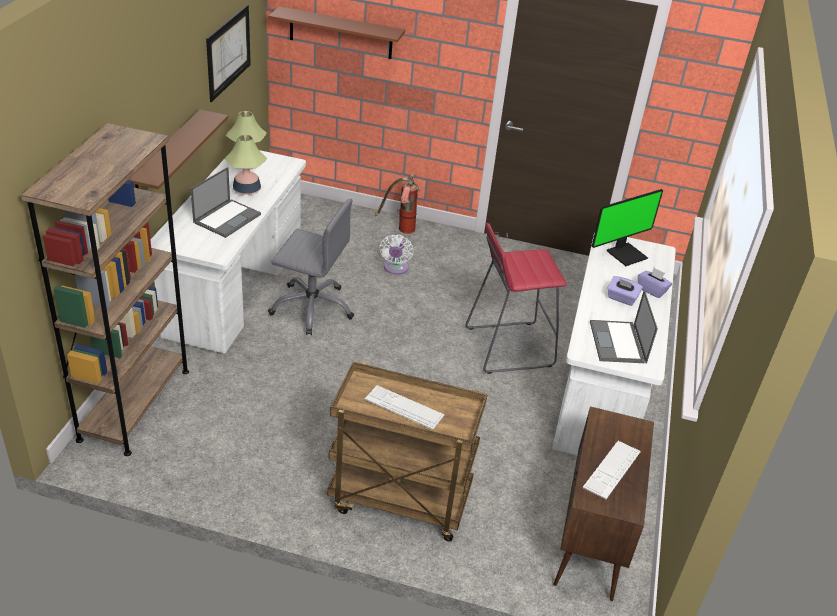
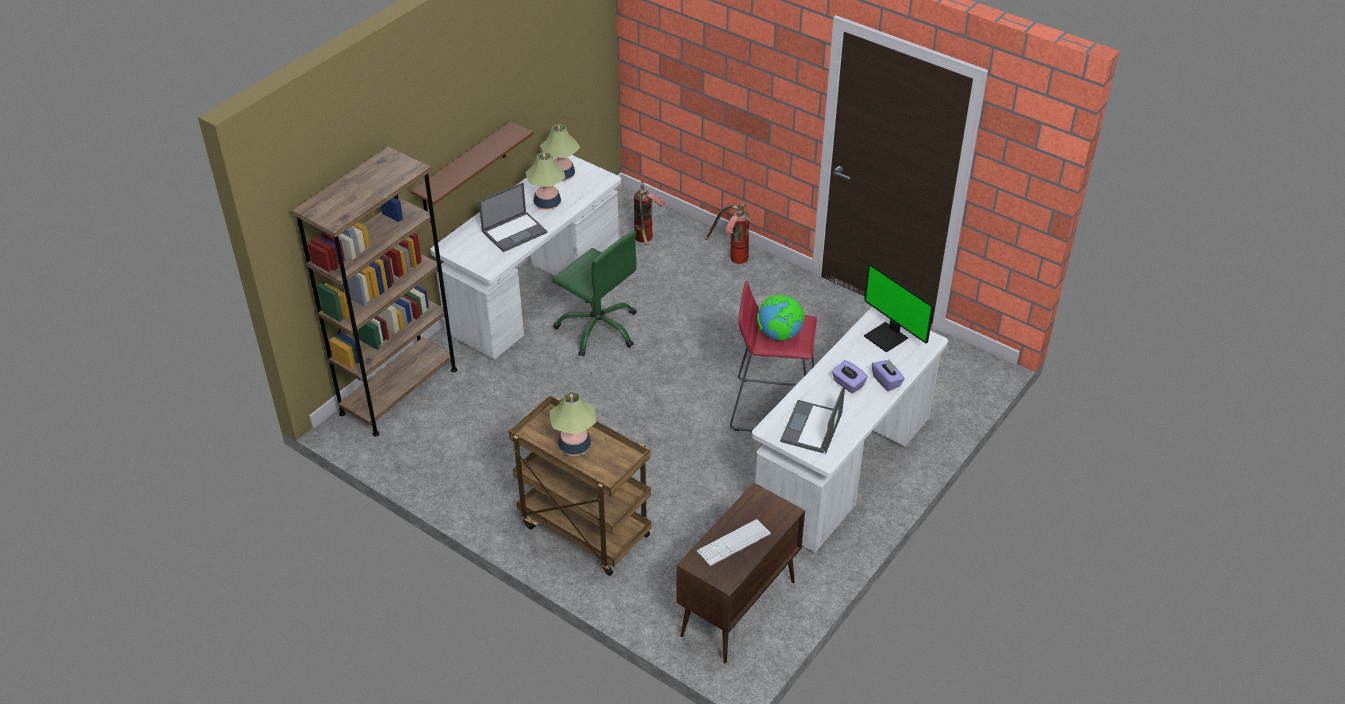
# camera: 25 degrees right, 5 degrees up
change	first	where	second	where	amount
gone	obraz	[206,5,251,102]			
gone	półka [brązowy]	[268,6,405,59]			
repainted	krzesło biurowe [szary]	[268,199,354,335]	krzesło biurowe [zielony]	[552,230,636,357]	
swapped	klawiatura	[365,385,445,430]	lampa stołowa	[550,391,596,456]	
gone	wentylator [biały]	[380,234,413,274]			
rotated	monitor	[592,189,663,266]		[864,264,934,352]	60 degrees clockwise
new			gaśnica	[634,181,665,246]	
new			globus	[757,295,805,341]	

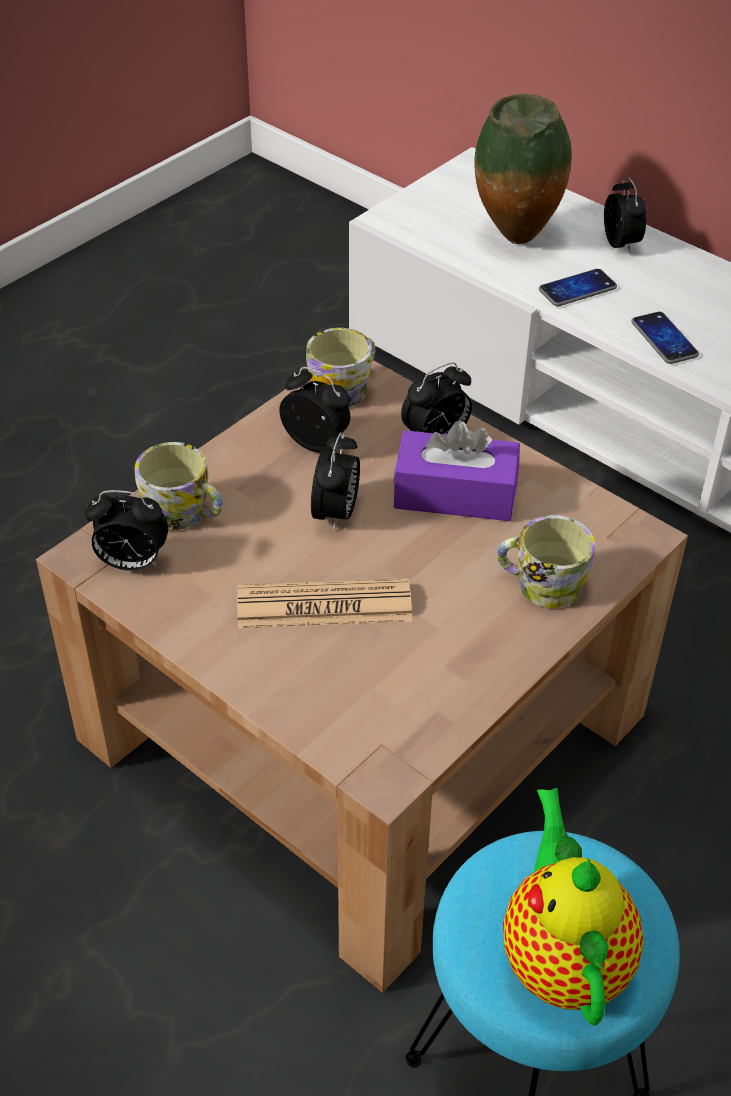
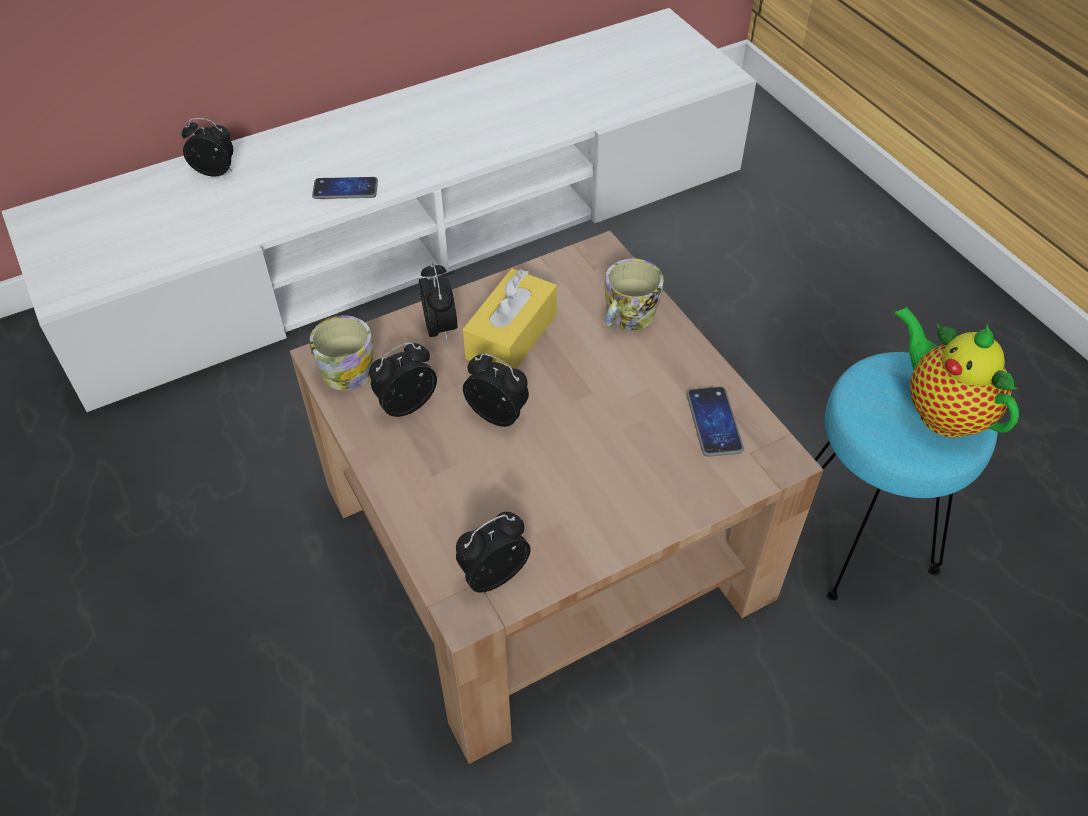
# camera: 70 degrees left, 5 degrees up
change	first	where	second	where	amount
rotated	budzik	[85,490,168,571]		[456,512,531,592]	150 degrees counterclockwise
gone	kubek	[135,442,223,530]			
gone	gazeta	[237,578,412,628]			
repainted	pudełko chusteczek [fioletowy]	[394,420,520,521]	pudełko chusteczek [żółty]	[463,268,557,369]	
gone	wazon	[474,94,572,244]			
rotated	imbryk	[503,788,644,1026]		[894,307,1019,438]	45 degrees clockwise
shifted	telefon	[539,269,617,306]		[687,386,744,457]	

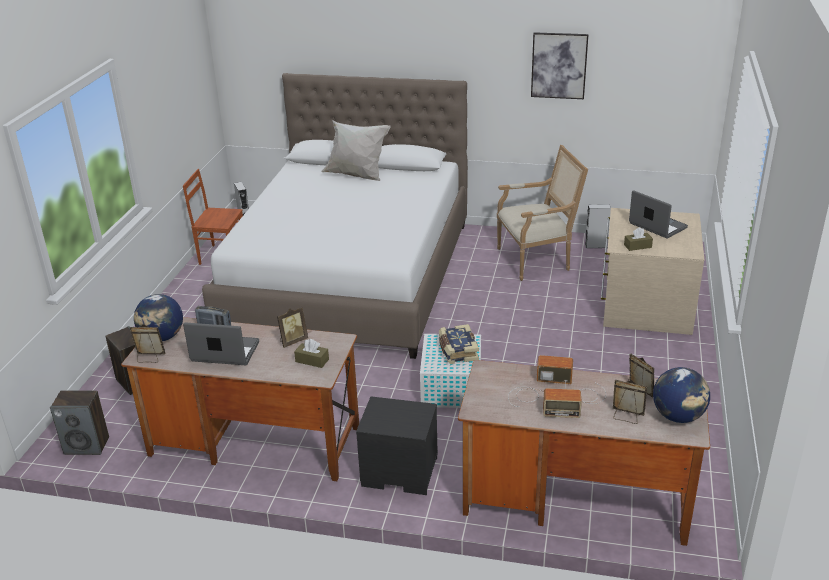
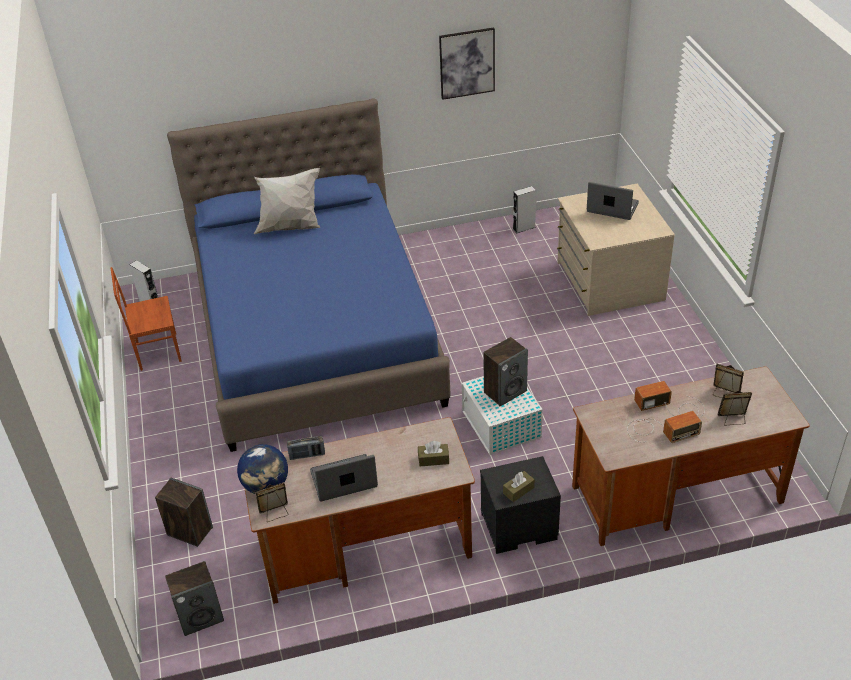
# camera: 25 degrees left, 10 degrees up
change	first	where	second	where	amount
repainted	łóżko [biały]	[202,73,468,359]	łóżko [niebieski]	[167,99,450,452]	
gone	ramka na zdjęcie	[277,307,308,348]			
swapped	książka	[439,324,479,364]	głośnik	[483,337,528,406]	
gone	fotel	[497,145,588,281]			
shifted	pudełko chusteczek [brązowy]	[624,227,653,251]		[503,471,535,502]	
gone	globus	[653,367,710,423]			

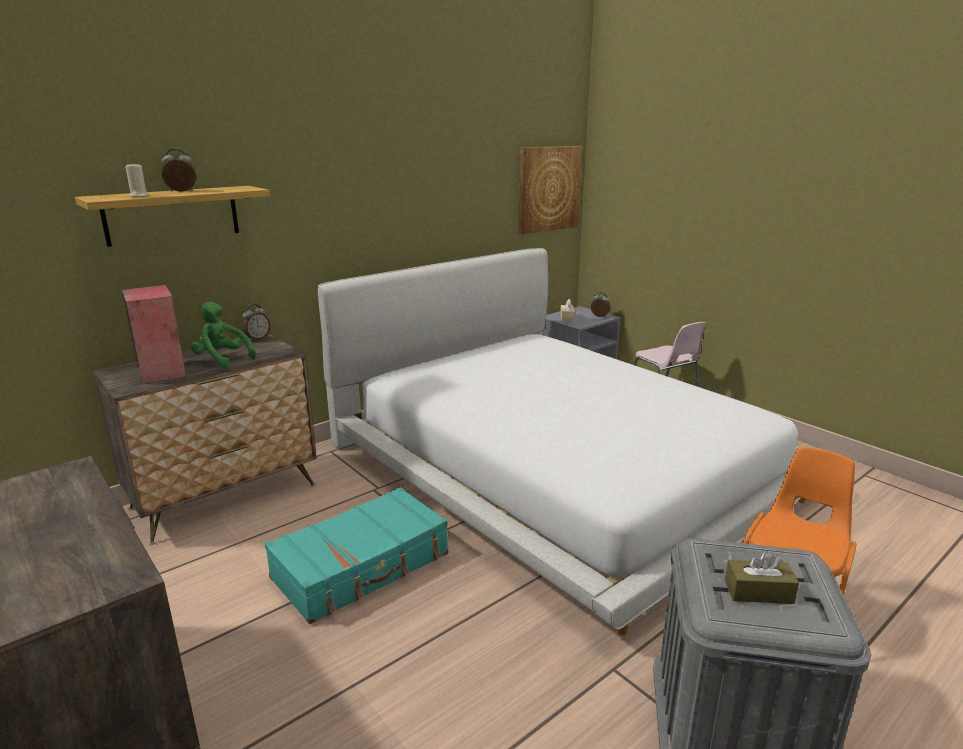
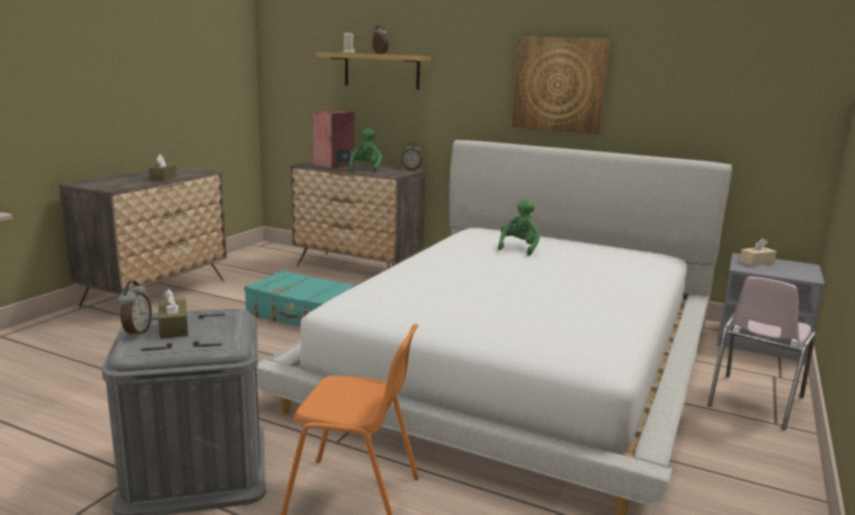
# camera: 65 degrees right, 5 degrees down
change	first	where	second	where	amount
shifted	obraz	[518,146,583,234]		[512,36,610,134]	
shifted	budzik	[591,292,611,317]		[118,281,152,338]	
new			pudełko chusteczek [brązowy]	[148,154,176,181]	
new			pluszak [zielony]	[498,199,540,256]	

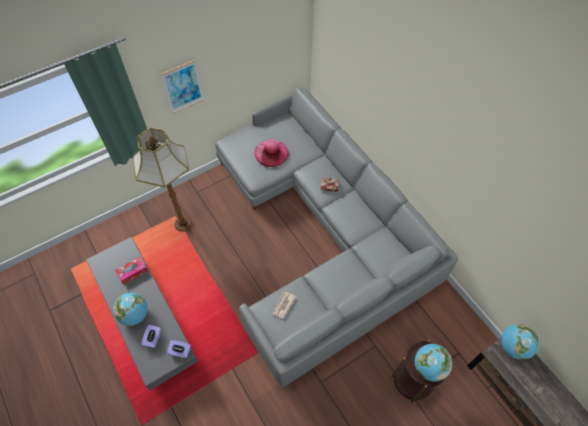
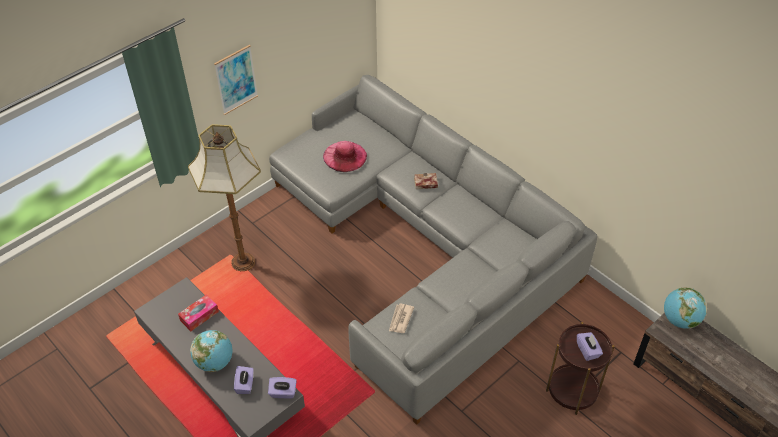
# camera: 10 degrees left, 10 degrees down
change	first	where	second	where	amount
swapped	globus	[415,344,452,382]	pudełko chusteczek [fioletowy]	[577,332,603,361]	

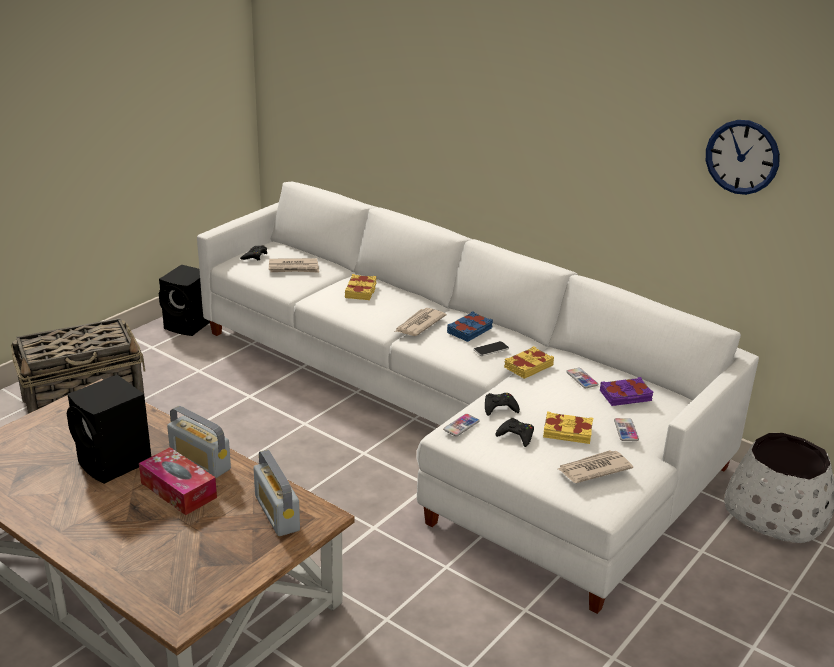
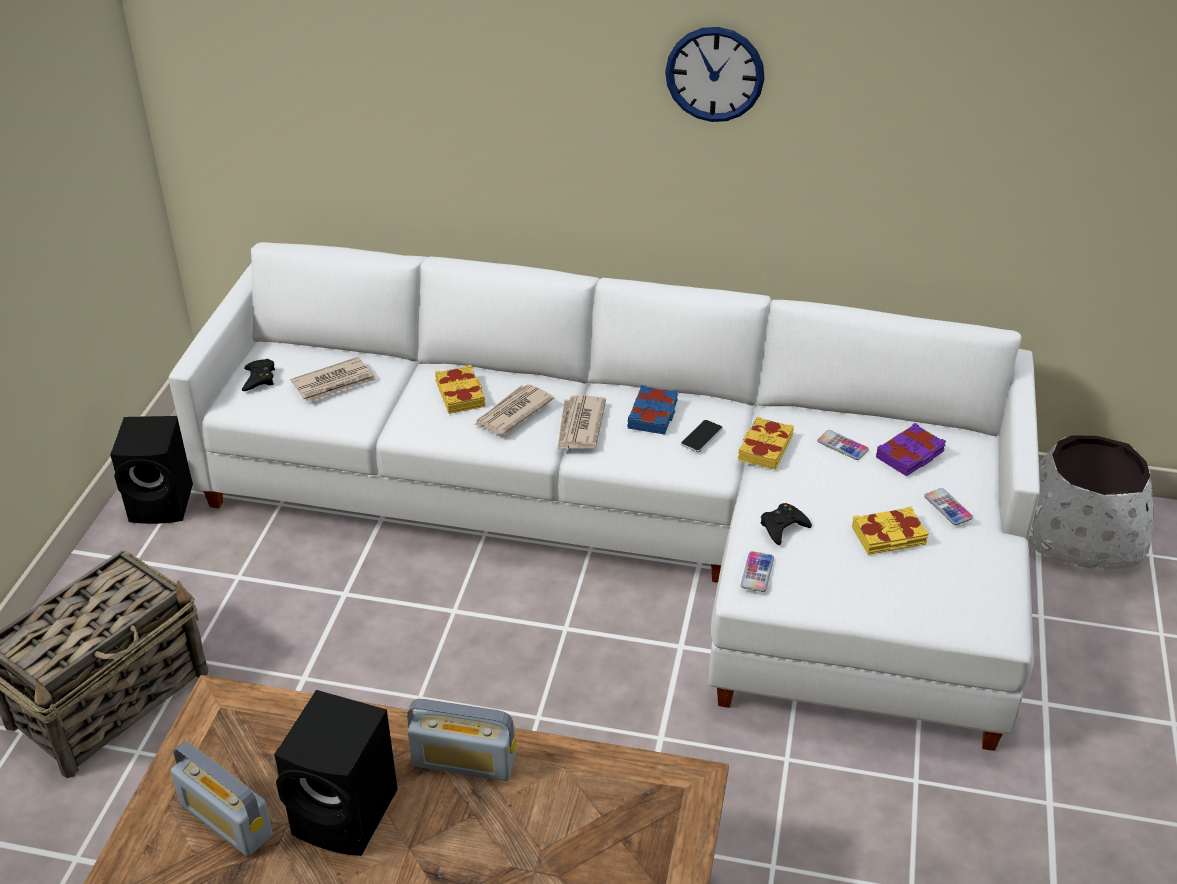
# camera: 25 degrees left, 10 degrees up
change	first	where	second	where	amount
gone	pudełko chusteczek	[139,447,217,515]			
shifted	radio	[254,450,300,536]		[171,741,273,857]	
gone	pad do gier [czarny]	[496,418,534,447]			
shifted	gazeta	[558,450,633,483]		[475,384,554,435]	
shifted	zegar ścienny	[706,120,780,195]		[665,27,765,122]	

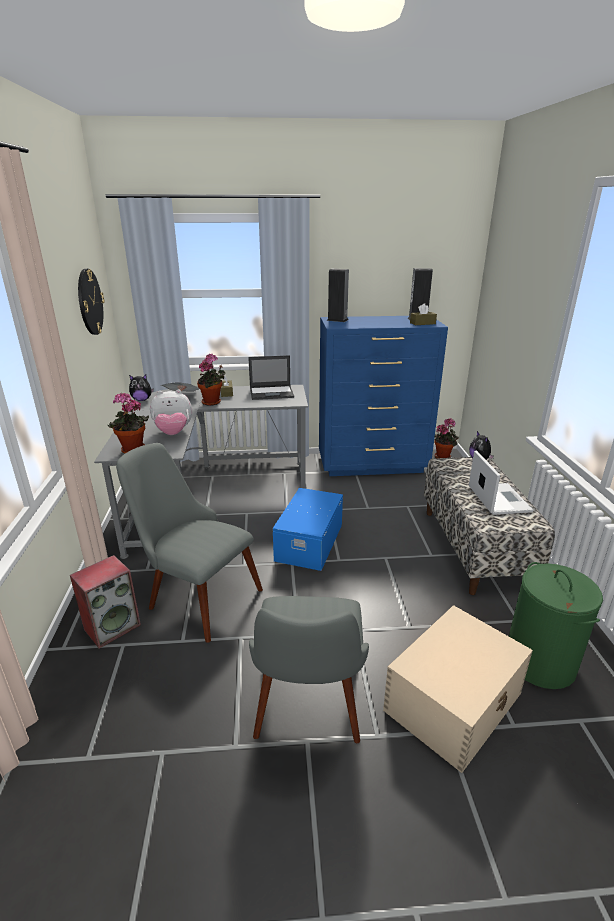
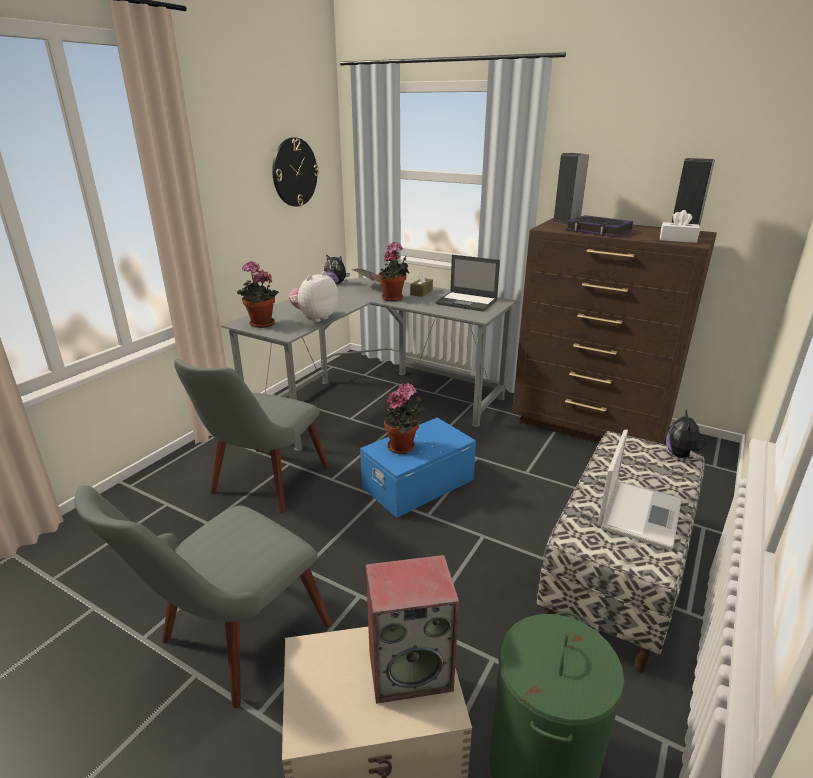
# camera: 35 degrees right, 0 degrees up
change	first	where	second	where	amount
shifted	głośnik	[70,555,141,648]		[366,555,459,704]	
rotated	krzesło [szary]	[116,443,263,643]		[174,358,329,513]	135 degrees counterclockwise
rotated	pluszak	[150,390,192,435]		[288,271,339,322]	105 degrees clockwise
repainted	komoda [niebieski]	[319,316,448,476]	komoda [brązowy]	[512,218,717,444]	
repainted	pudełko chusteczek [brązowy]	[410,303,437,325]	pudełko chusteczek [biały]	[660,210,700,243]	
shifted	roślina doniczkowa	[434,418,459,458]		[384,383,425,454]	
new			książka	[566,215,633,237]	

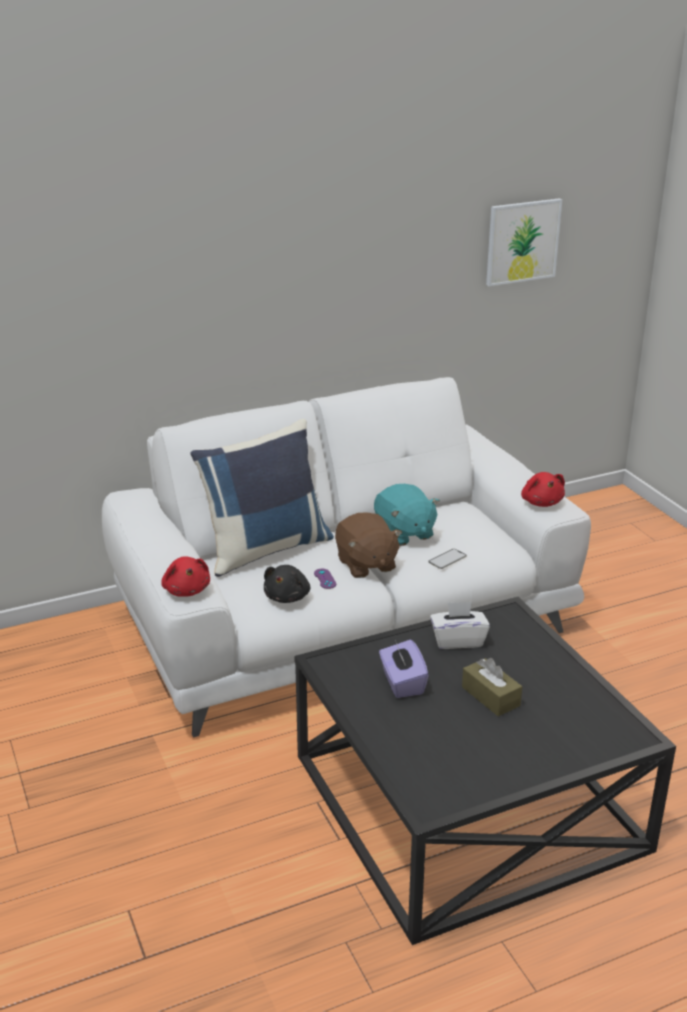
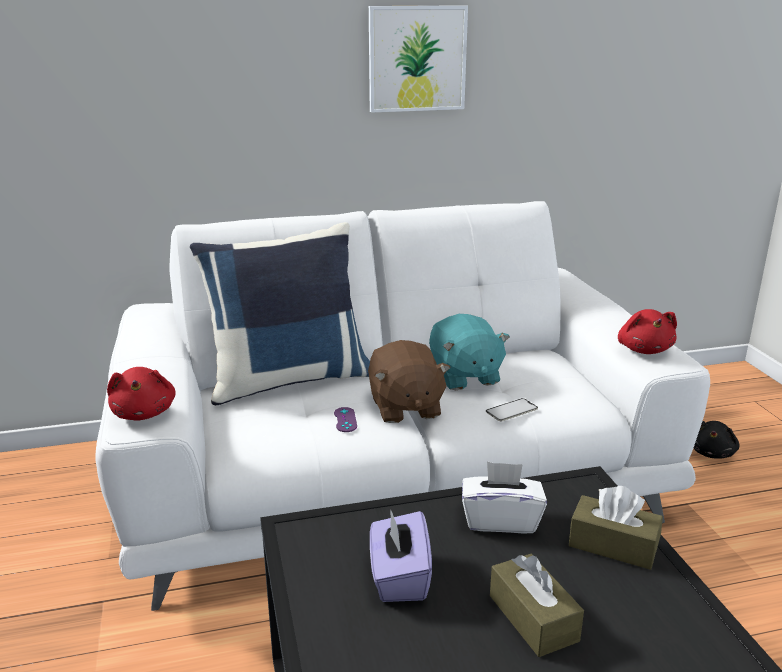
# camera: 10 degrees right, 5 degrees down
change	first	where	second	where	amount
shifted	pluszak [czarny]	[264,565,310,603]		[694,421,740,459]	
shifted	obraz	[486,198,562,286]		[369,5,468,113]	
new			pudełko chusteczek [brązowy]	[569,486,663,570]	

